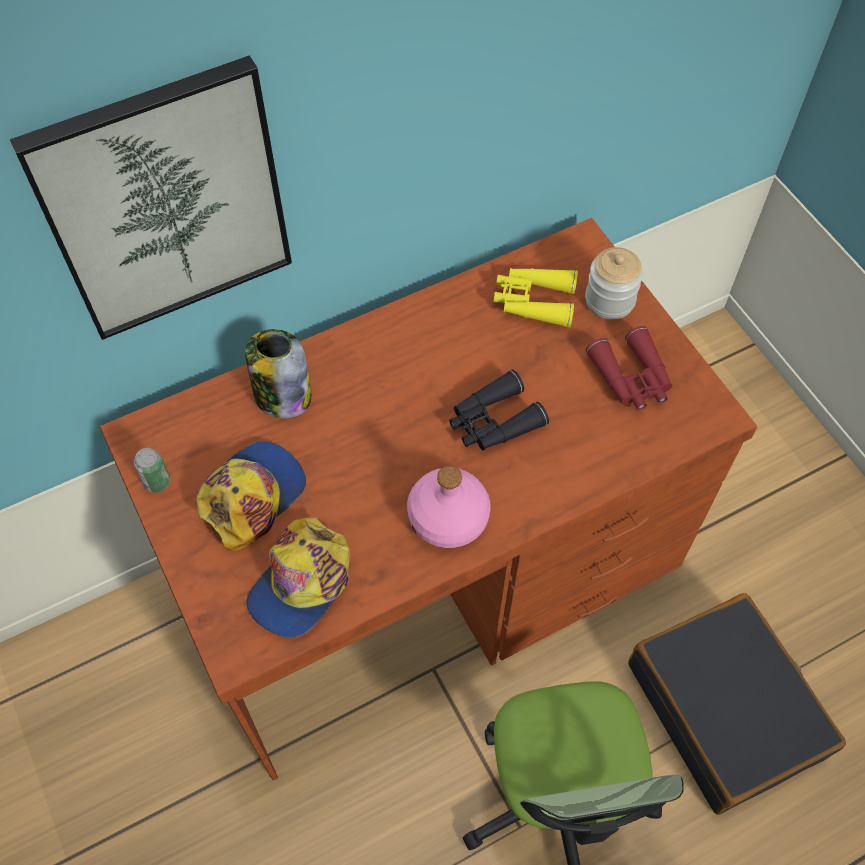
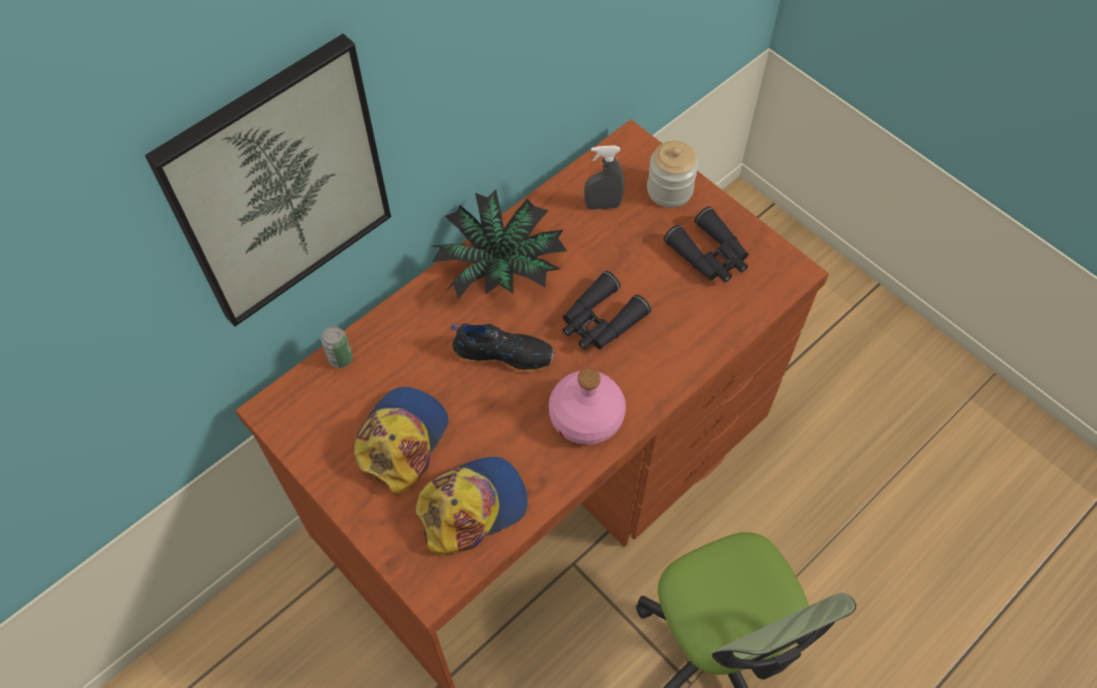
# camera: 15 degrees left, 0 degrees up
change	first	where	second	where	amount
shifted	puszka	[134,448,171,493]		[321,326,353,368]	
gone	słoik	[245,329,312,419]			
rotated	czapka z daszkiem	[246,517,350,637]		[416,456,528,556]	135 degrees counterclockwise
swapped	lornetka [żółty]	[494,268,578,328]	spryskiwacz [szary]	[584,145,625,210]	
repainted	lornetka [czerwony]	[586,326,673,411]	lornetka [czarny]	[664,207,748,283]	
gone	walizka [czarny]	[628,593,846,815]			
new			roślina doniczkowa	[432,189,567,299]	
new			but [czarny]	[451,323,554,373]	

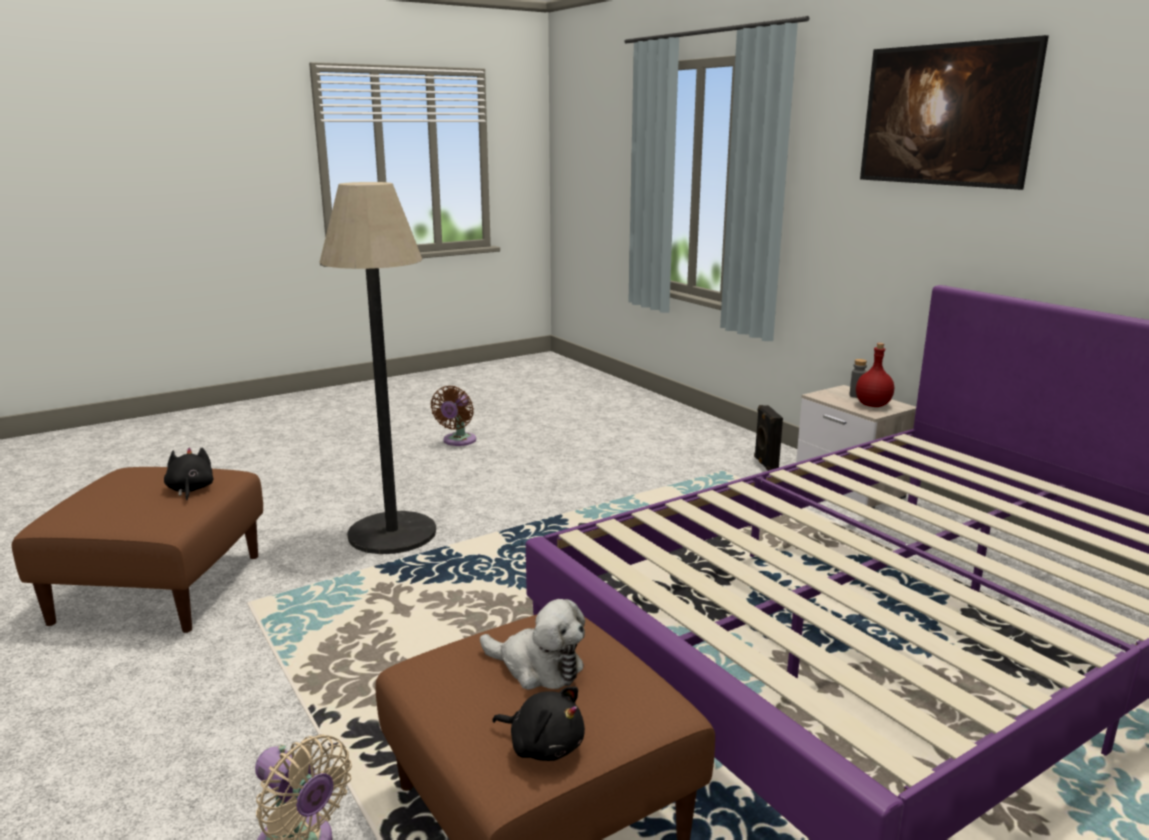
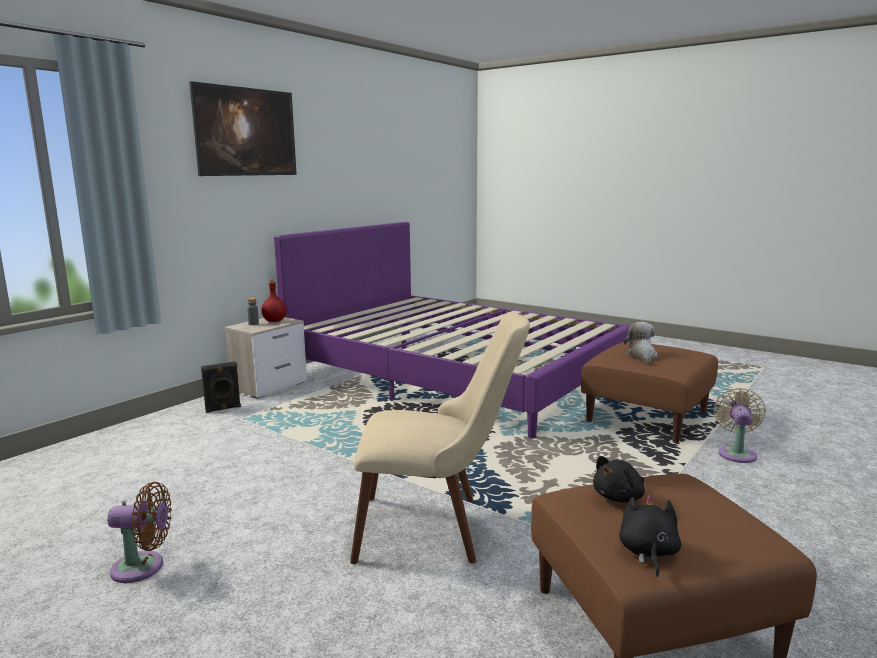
# camera: 110 degrees left, 5 degrees down
change	first	where	second	where	amount
swapped	lampa stojąca	[319,182,436,554]	krzesło [beżowy]	[350,312,530,564]	
shifted	pluszak [czarny]	[492,687,585,761]		[619,495,681,577]	

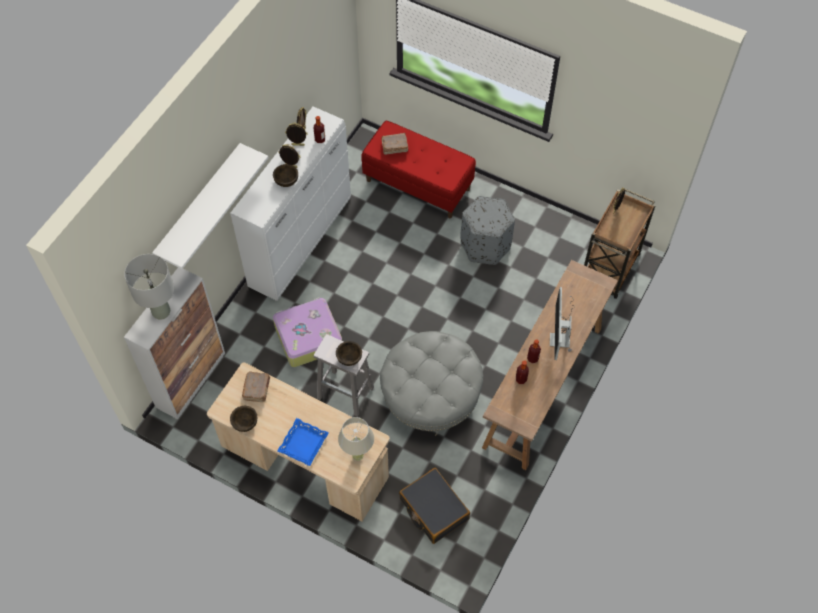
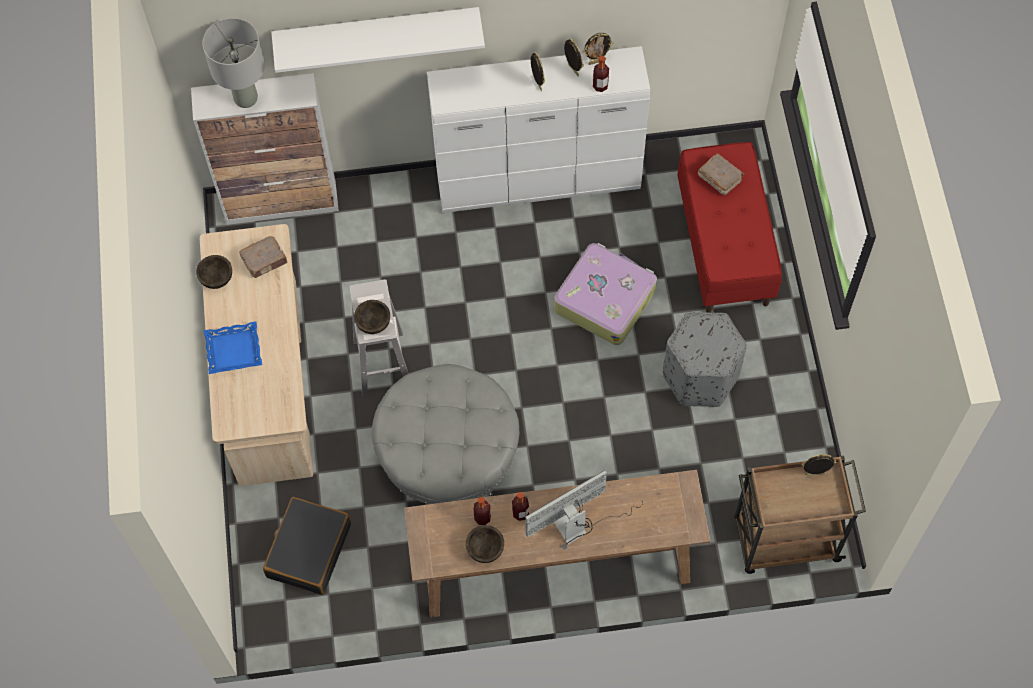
# camera: 55 degrees right, 5 degrees up
change	first	where	second	where	amount
shifted	miska [brązowy]	[273,164,298,187]		[466,525,504,563]	
shifted	walizka	[273,297,342,367]		[554,243,657,345]	
gone	lampa stołowa [beżowy]	[338,417,374,461]			

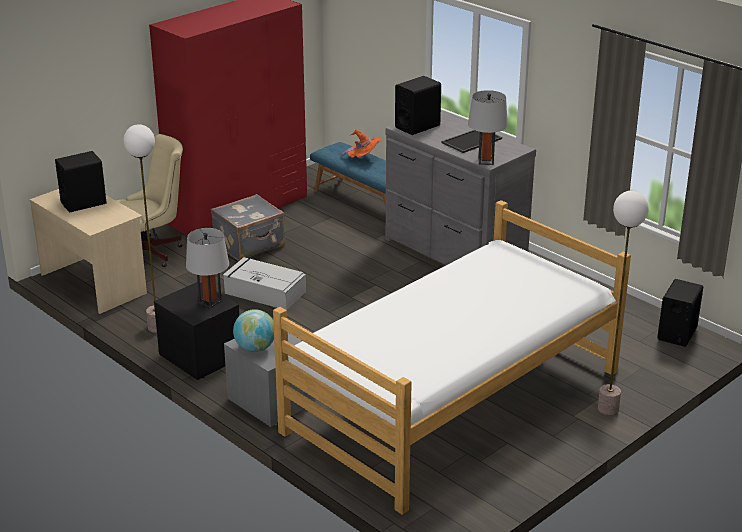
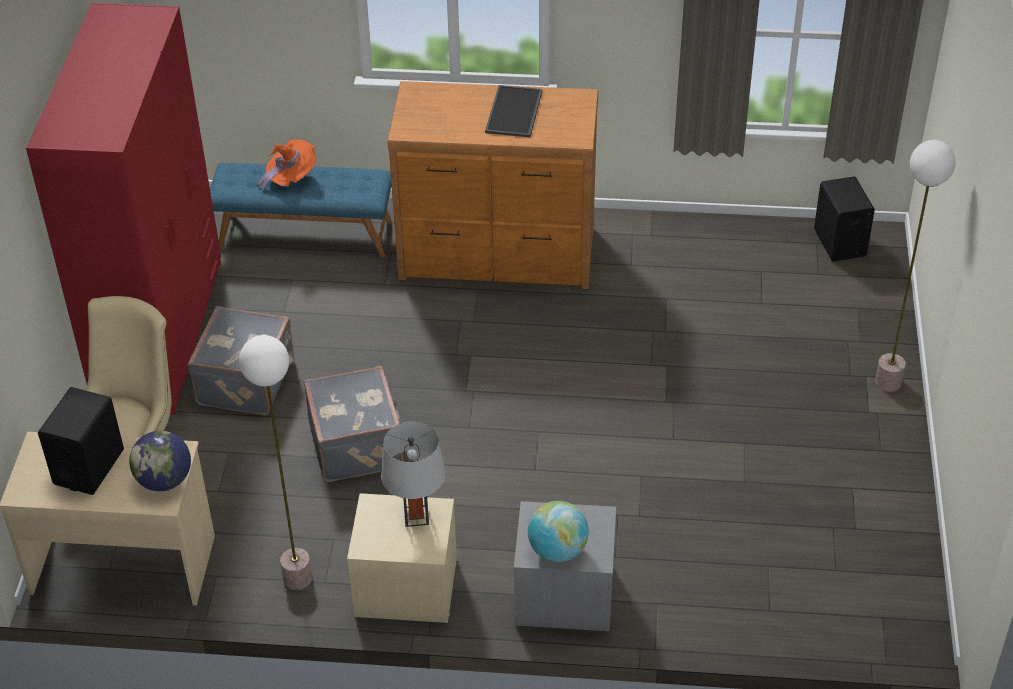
# camera: 40 degrees left, 15 degrees up
change	first	where	second	where	amount
repainted	szafka nocna [czarny]	[154,282,239,380]	szafka nocna [beżowy]	[347,493,457,623]	
swapped	pojemnik do przechowywania [szary]	[223,257,306,310]	walizka [szary]	[304,366,403,482]	
gone	łóżko	[273,200,631,515]			
repainted	komoda [szary]	[386,113,536,265]	komoda [brązowy]	[387,81,598,289]	
gone	głośnik [czarny]	[395,76,441,135]			
gone	lampa stołowa [szary]	[468,90,508,165]			
new			globus	[129,431,191,491]	

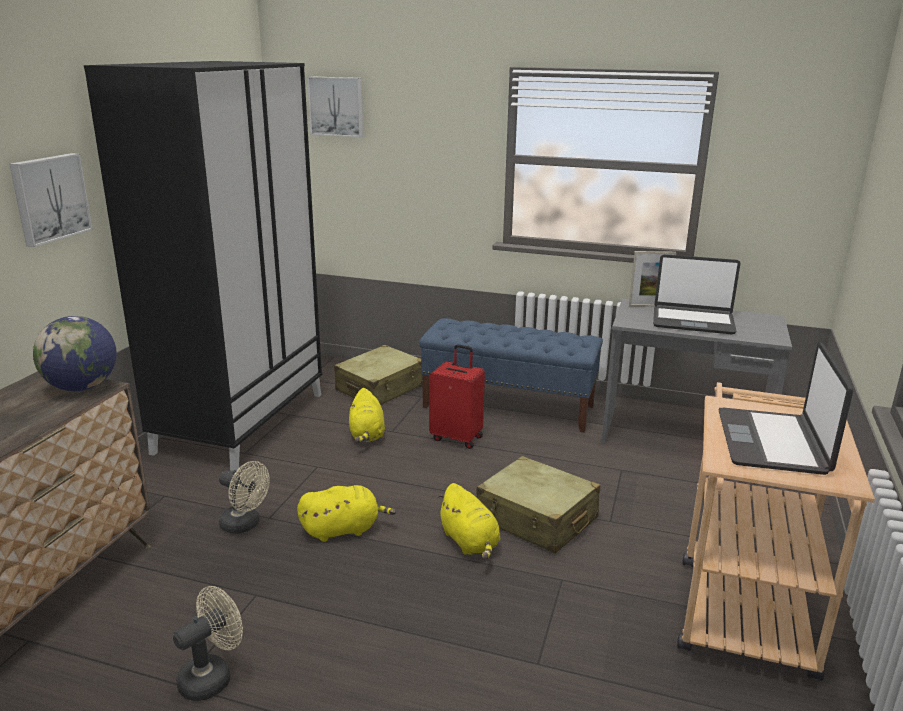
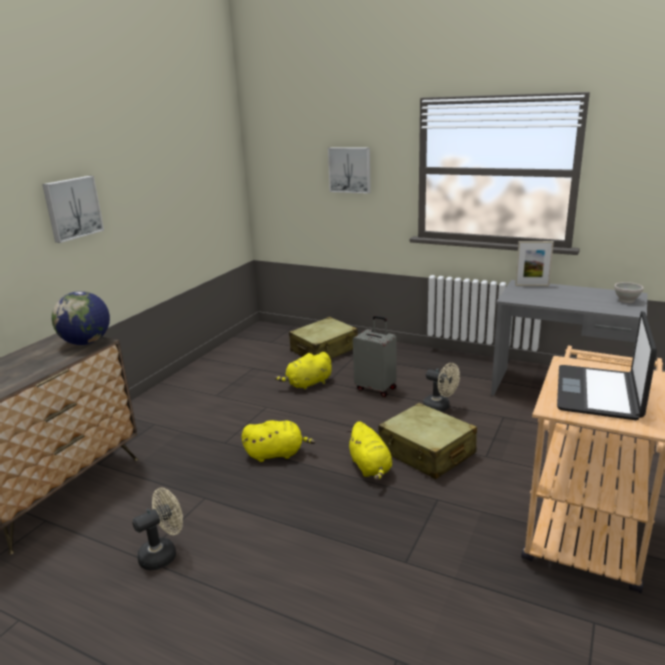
# camera: 10 degrees right, 0 degrees up
change	first	where	second	where	amount
gone	szafa [czarny]	[84,61,322,471]			
shifted	wentylator [beżowy]	[219,461,270,534]		[423,363,460,412]	
shifted	obraz	[307,76,363,137]		[328,147,371,194]	
rotated	pluszak [żółty]	[349,388,385,443]		[275,352,332,391]	60 degrees clockwise
gone	ławka [niebieski]	[419,318,603,433]			
repainted	walizka [czerwony]	[429,344,485,449]	walizka [szary]	[353,316,396,397]	
gone	laptop	[653,254,740,334]			
new			miska [biały]	[614,282,644,303]	

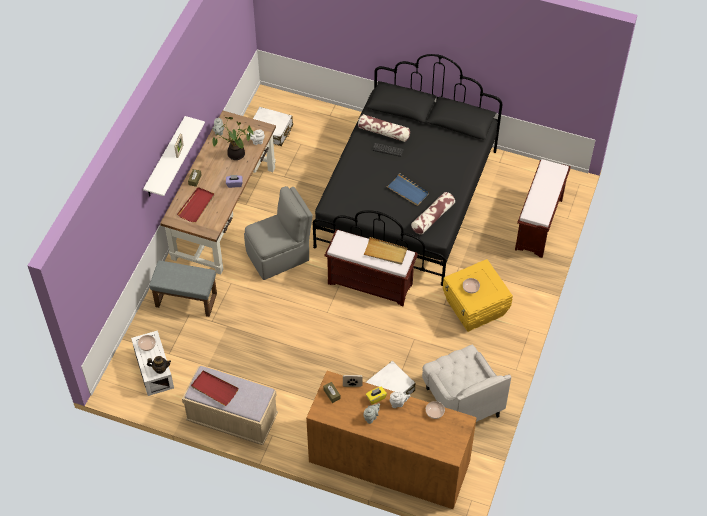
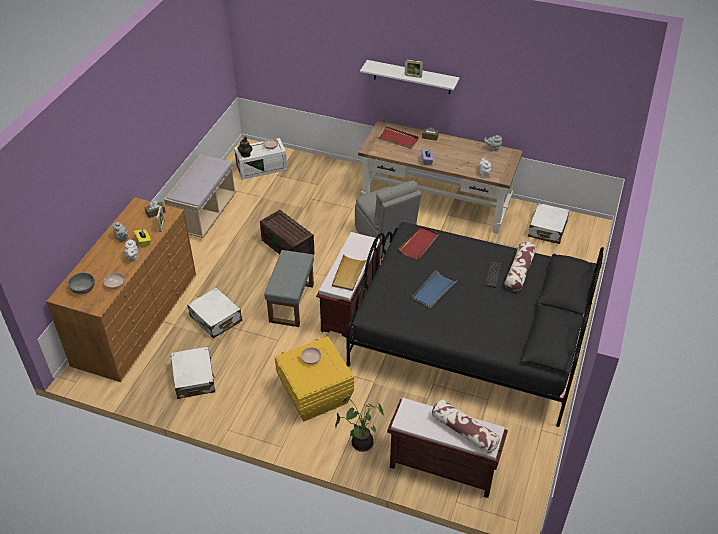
# camera: 90 degrees right, 10 degrees down
change	first	where	second	where	amount
shifted	pufa [szary]	[149,260,217,317]		[264,250,314,327]	
shifted	taca [czerwony]	[191,370,239,406]		[398,226,439,259]	
shifted	roślina doniczkowa	[212,117,254,160]		[335,396,384,452]	
shifted	poduszka	[411,192,455,235]		[432,399,500,453]	
swapped	fotel [biały]	[422,345,511,422]	walizka [biały]	[171,346,215,399]	
new			miska [szary]	[68,272,95,294]	
new			pojemnik do przechowywania [brązowy]	[260,210,315,255]	

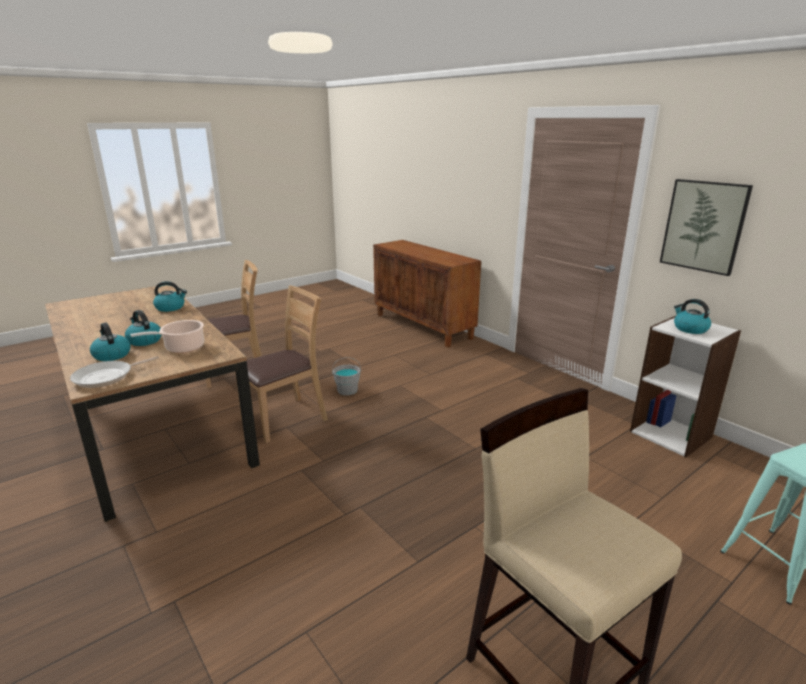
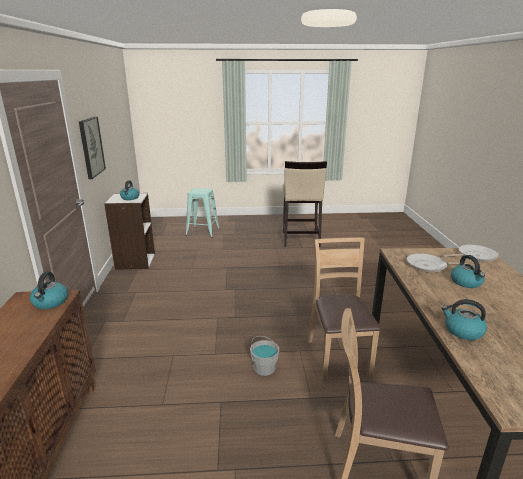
# camera: 145 degrees left, 0 degrees up
change	first	where	second	where	amount
shifted	czajnik	[90,323,131,361]		[30,272,68,309]	
swapped	garnek	[130,320,204,353]	patelnia	[407,253,468,273]	
rotated	krzesło [brązowy]	[235,285,328,443]		[307,237,381,381]	90 degrees clockwise

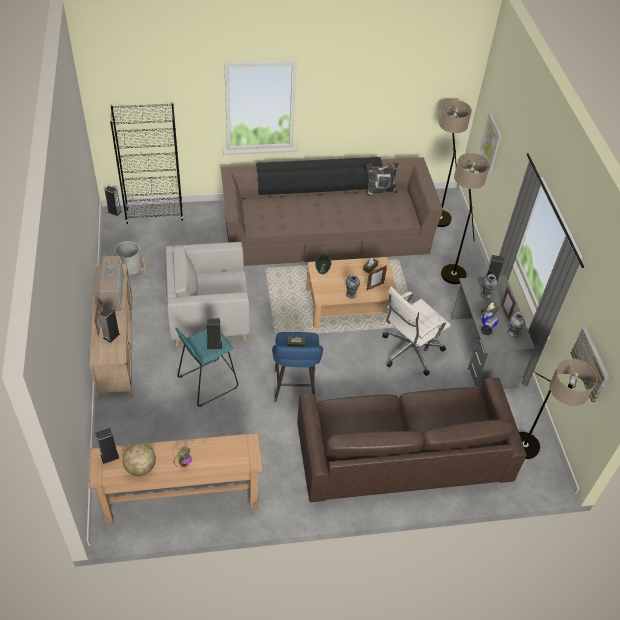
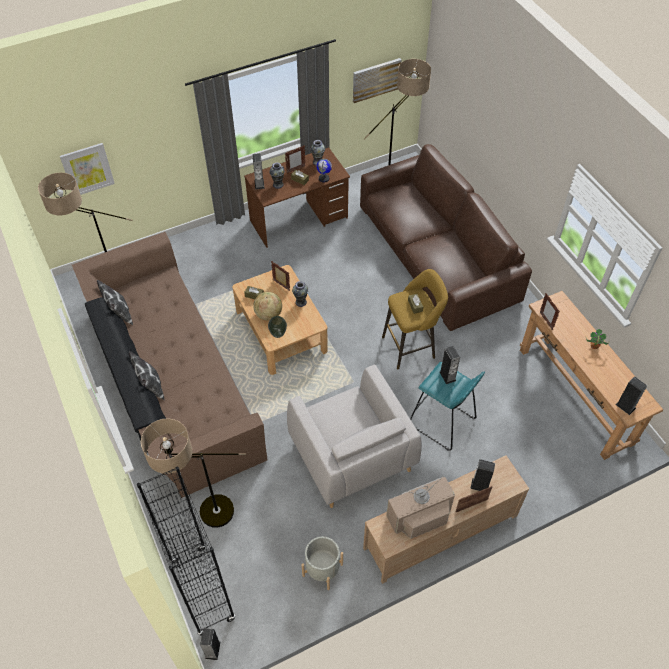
# camera: 105 degrees left, 5 degrees up
change	first	where	second	where	amount
shifted	globus	[122,443,156,476]		[253,292,282,321]	
repainted	stołek [niebieski]	[272,332,323,402]	stołek [żółty]	[382,269,448,370]	
gone	krzesło biurowe [biały]	[382,286,451,376]			
shifted	lampa stojąca	[441,153,490,284]		[141,418,246,528]	
repainted	biurko [szary]	[451,275,535,391]	biurko [brązowy]	[244,147,350,248]	
new			poduszka	[129,351,164,400]	
new			ramka na zdjęcie	[540,293,559,330]	

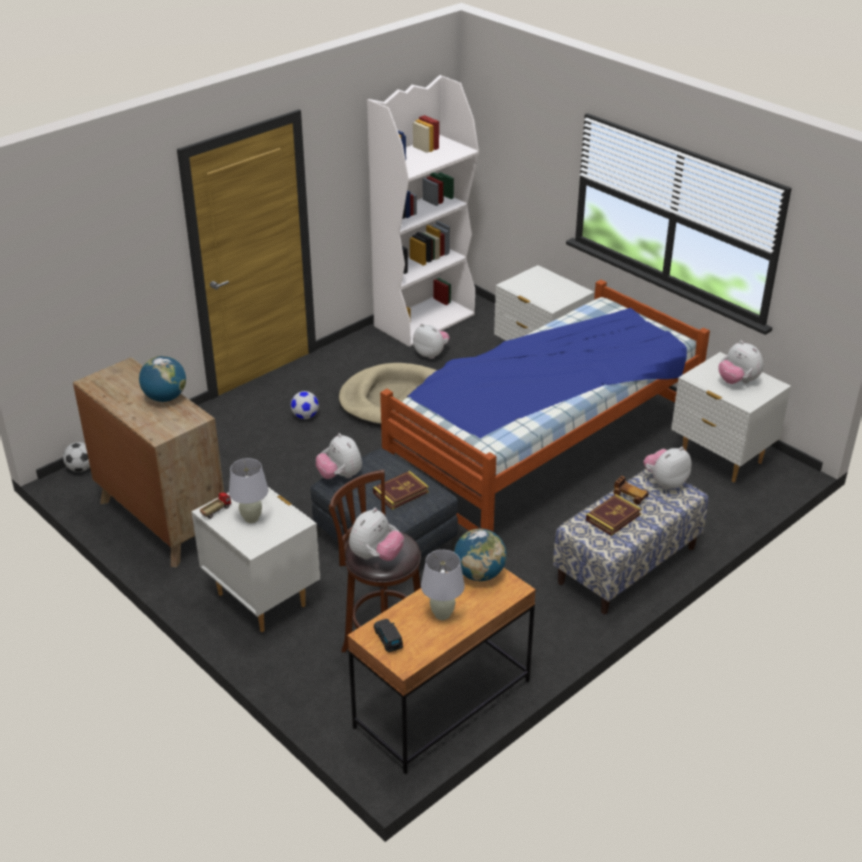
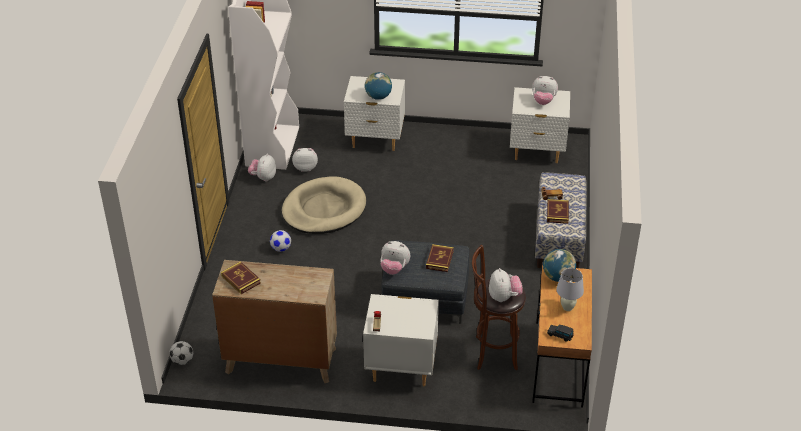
# camera: 40 degrees left, 5 degrees up
change	first	where	second	where	amount
shifted	globus	[139,356,186,402]		[365,72,392,100]	
gone	lampa stołowa [biały]	[229,458,268,523]			
gone	łóżko	[380,280,710,532]			
shifted	pluszak	[643,447,692,490]		[248,154,276,182]	
new			książka	[221,261,261,294]	

